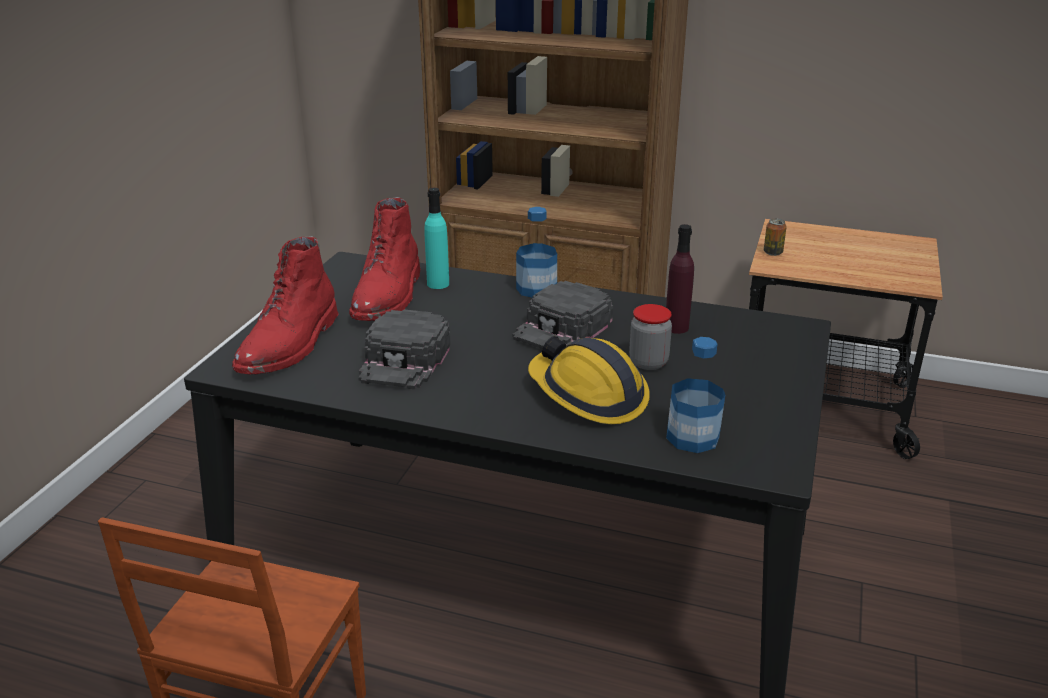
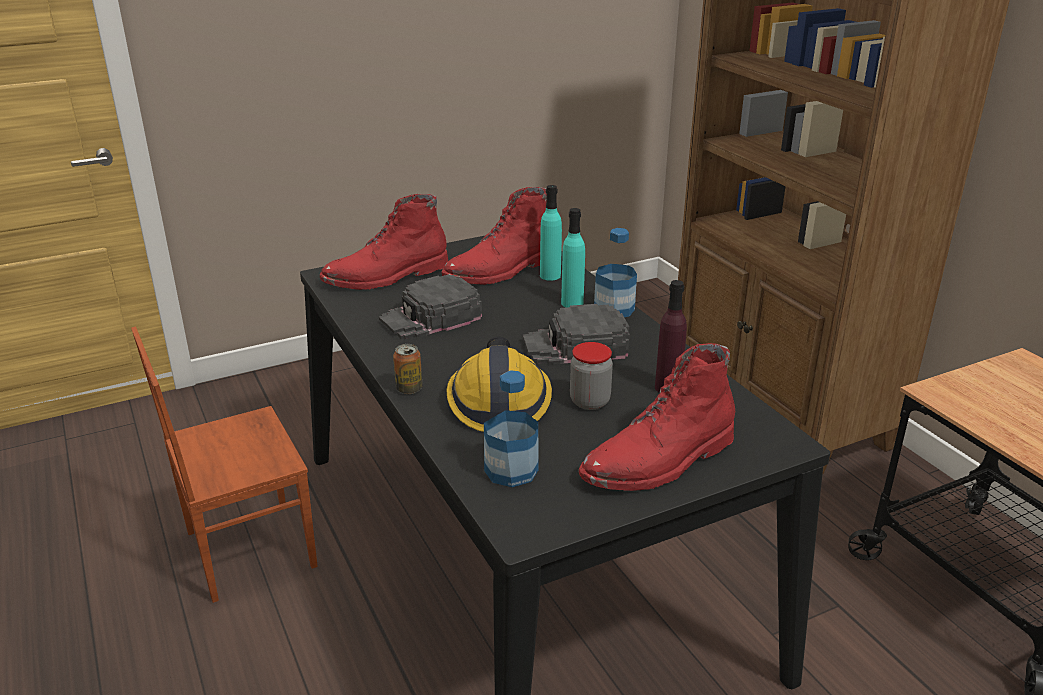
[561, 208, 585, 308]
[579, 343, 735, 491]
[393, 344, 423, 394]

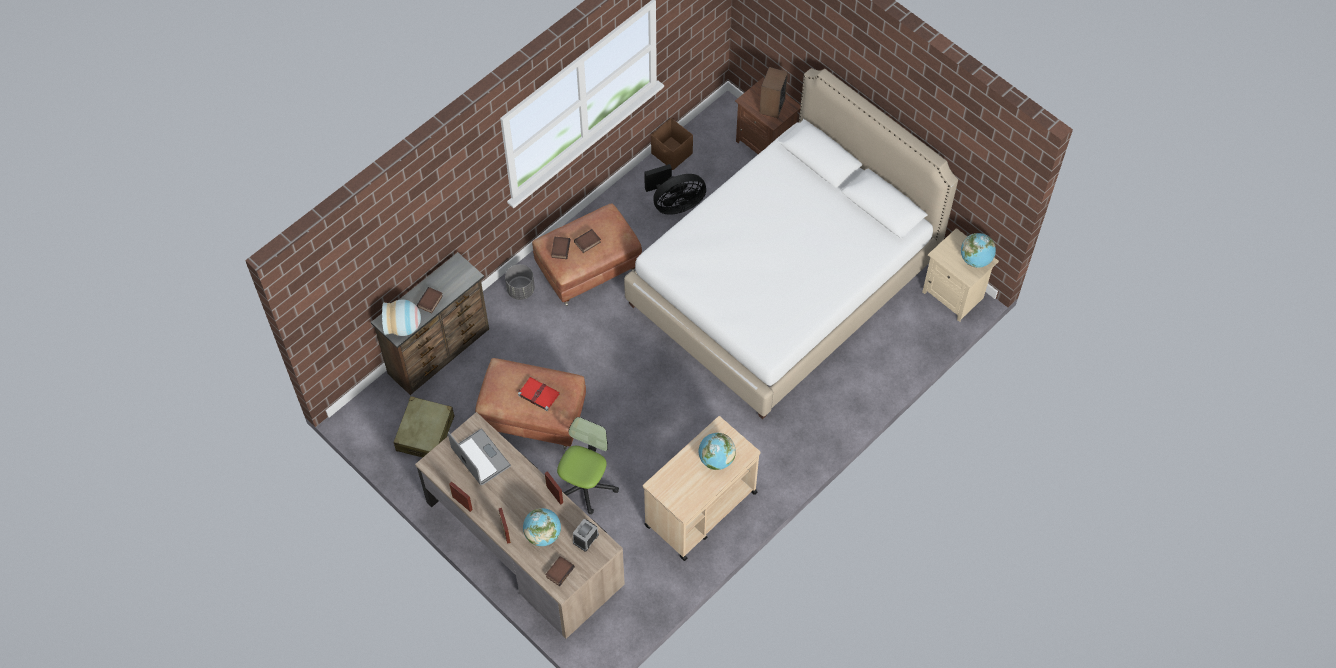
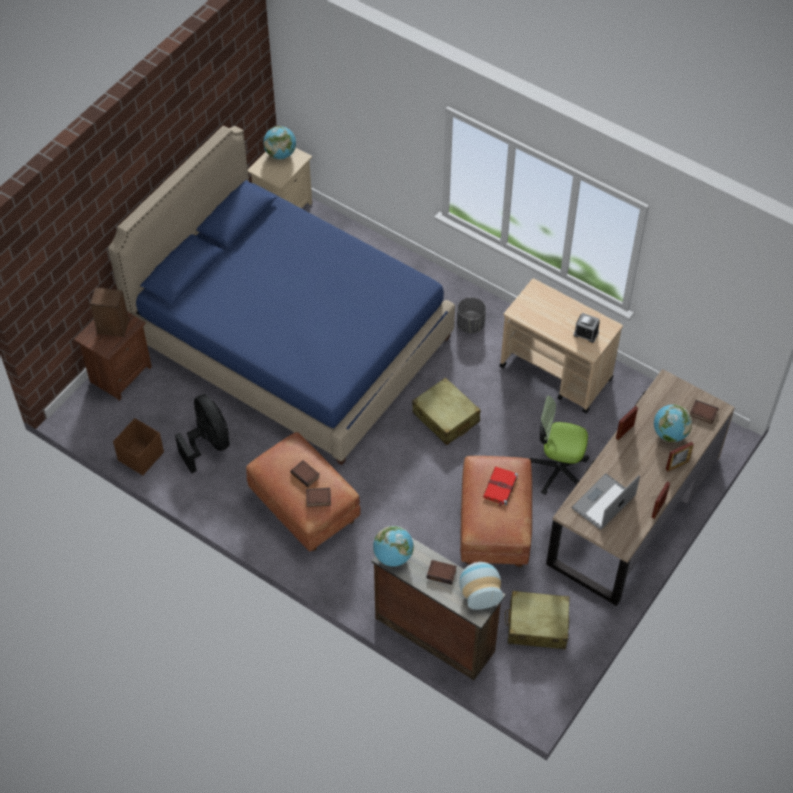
[412, 377, 480, 445]
[457, 297, 486, 333]
[573, 313, 600, 343]
[373, 526, 414, 567]
[108, 126, 455, 465]

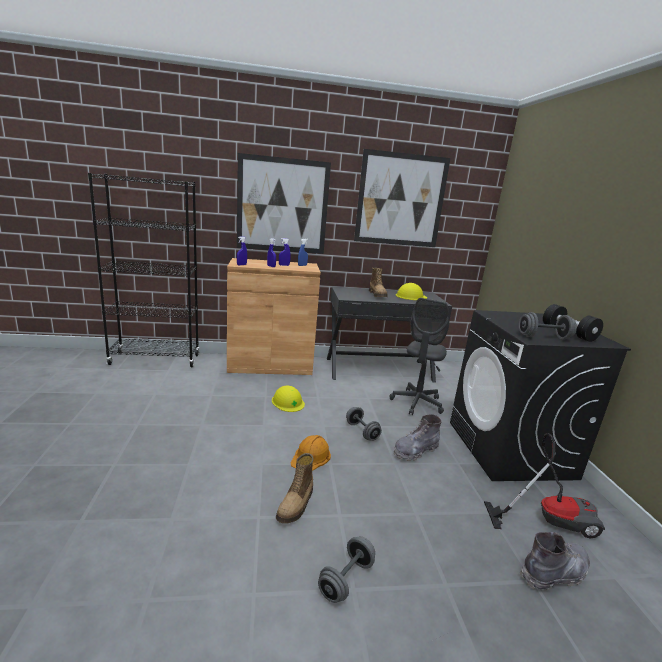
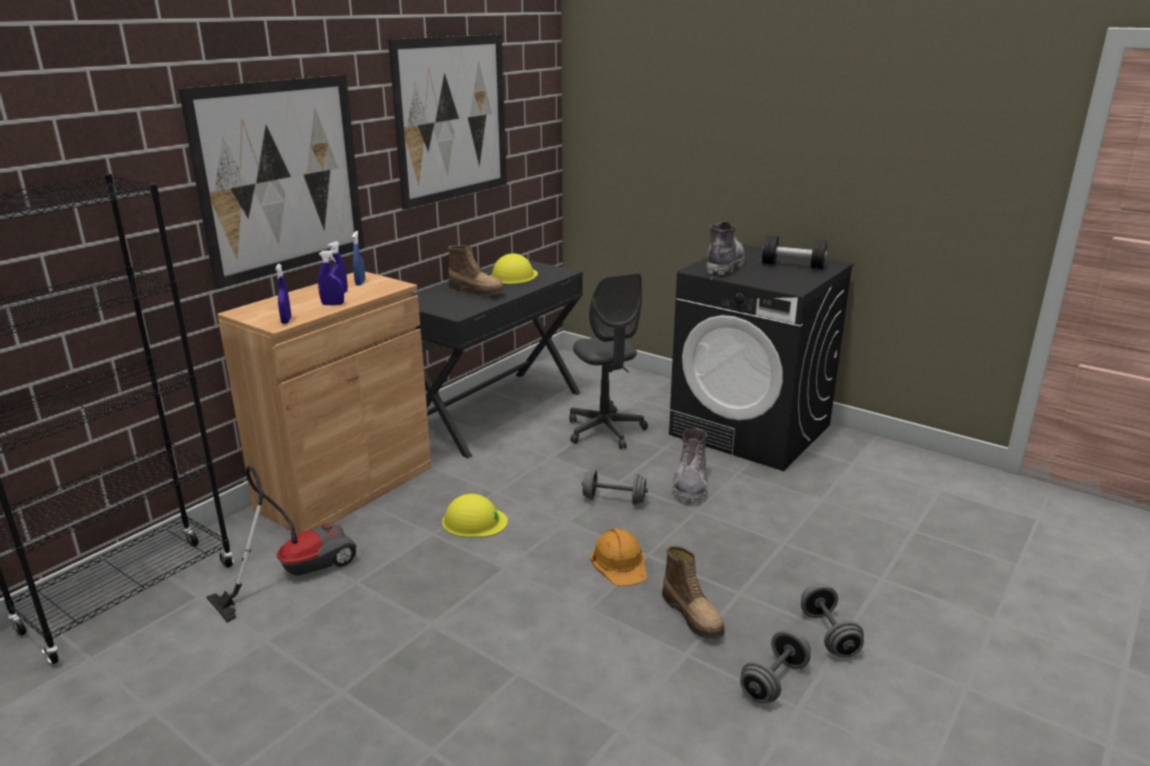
[207, 466, 357, 623]
[740, 629, 810, 703]
[706, 221, 744, 275]

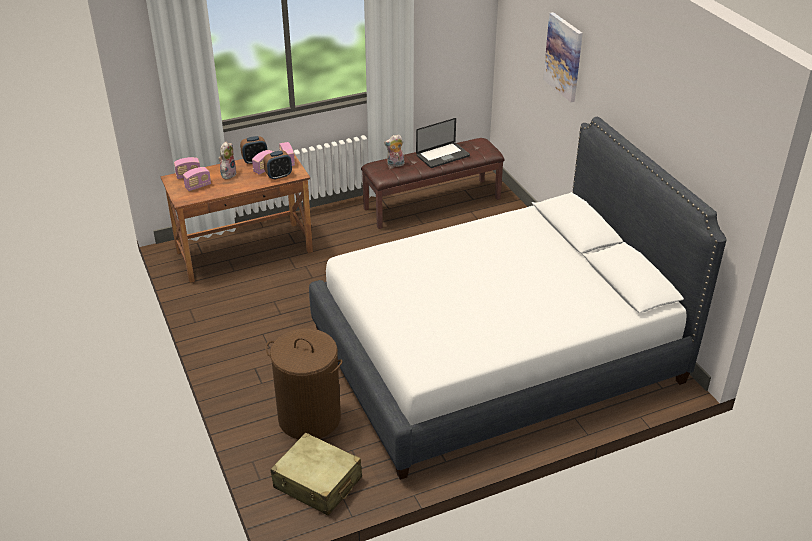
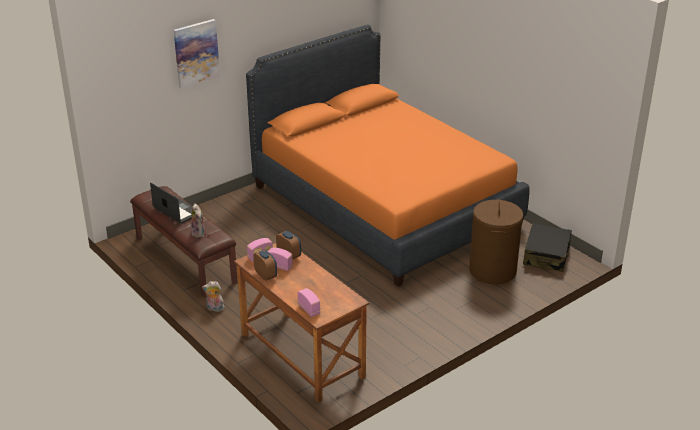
[183, 167, 211, 191] (first image)
[202, 281, 224, 312]
[523, 223, 572, 272]
[246, 25, 530, 287]

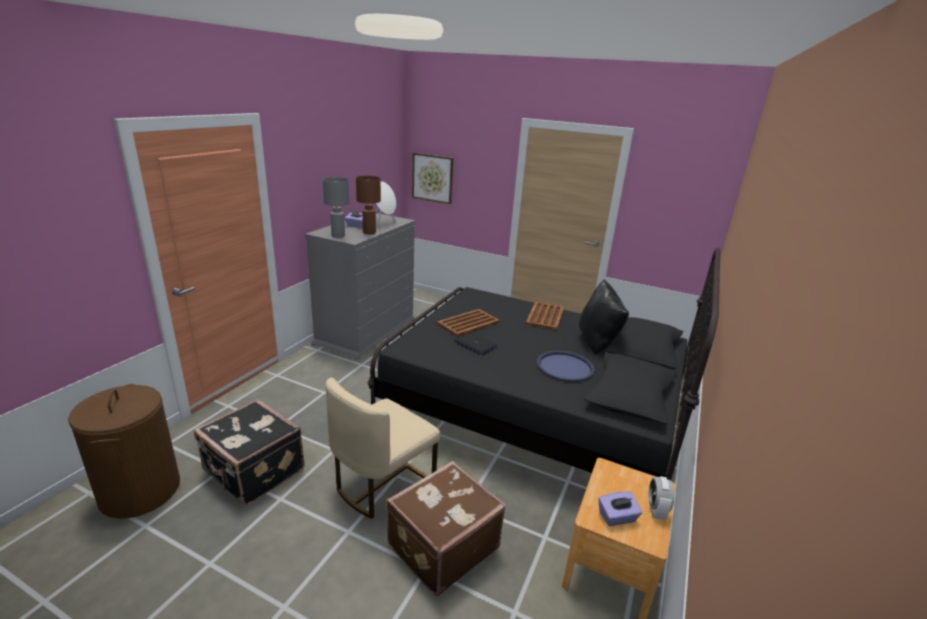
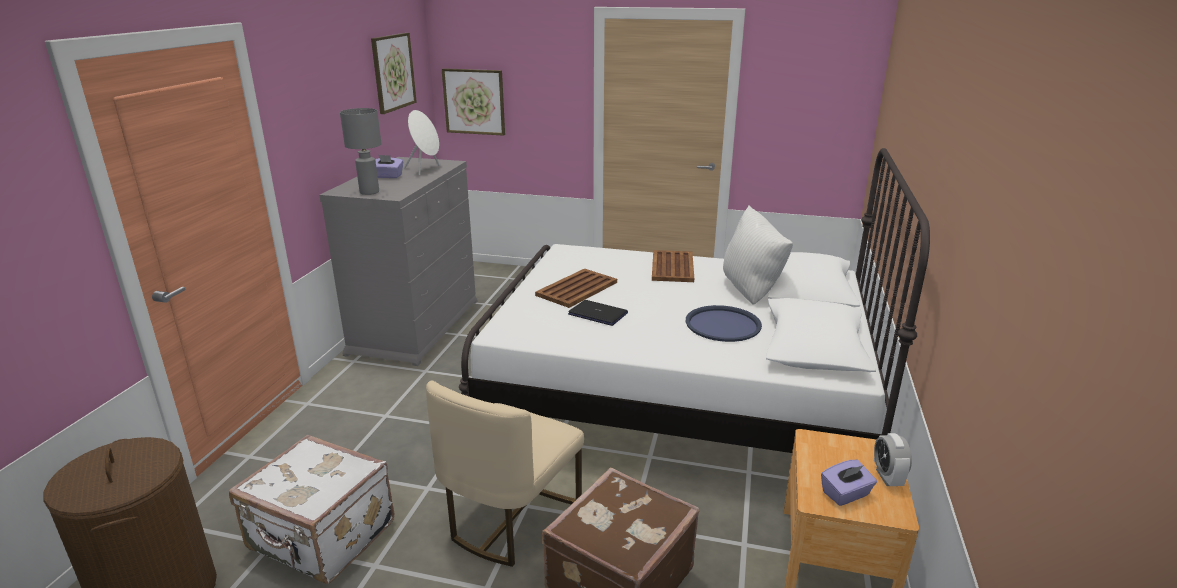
[356, 176, 381, 234] (first image)
[371, 33, 417, 114]
[229, 435, 394, 584]
[459, 148, 930, 453]
[723, 206, 793, 305]

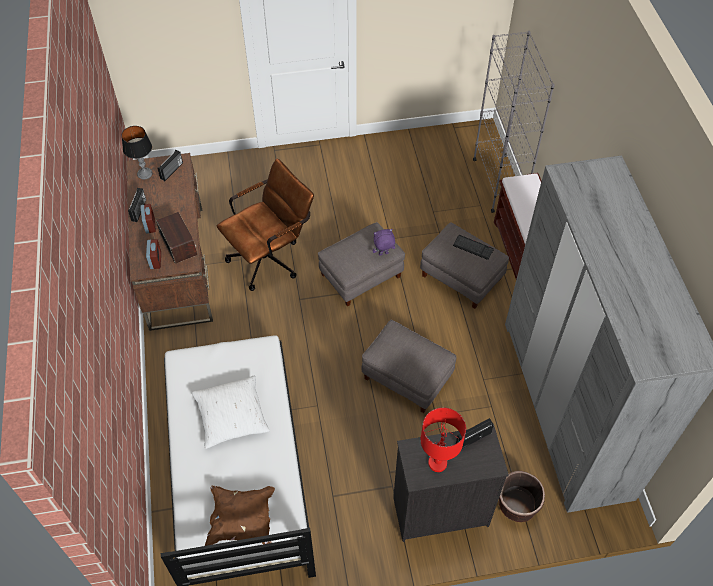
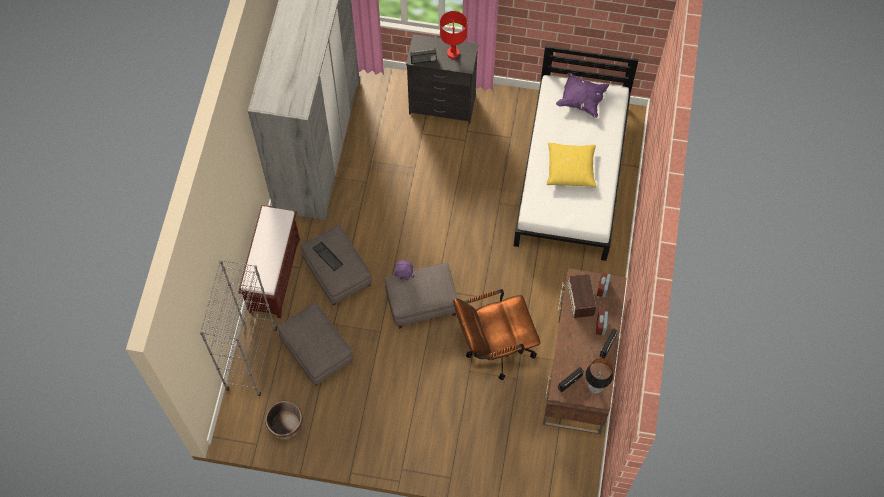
[278, 302, 353, 385]
[265, 401, 303, 440]
[547, 143, 596, 187]
[556, 72, 610, 118]

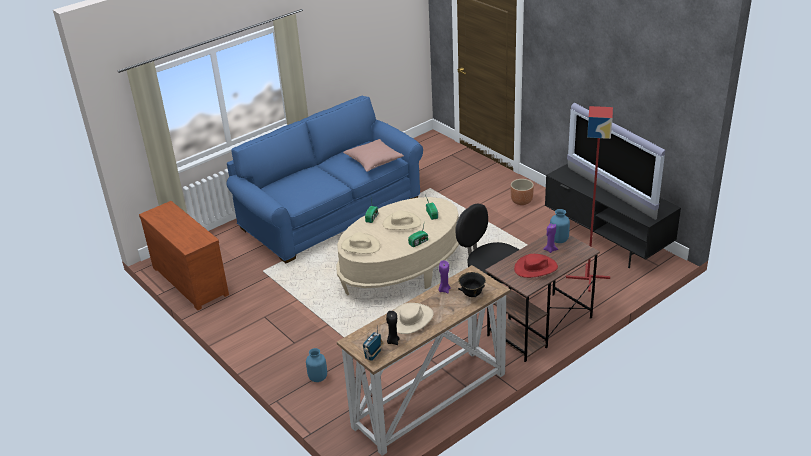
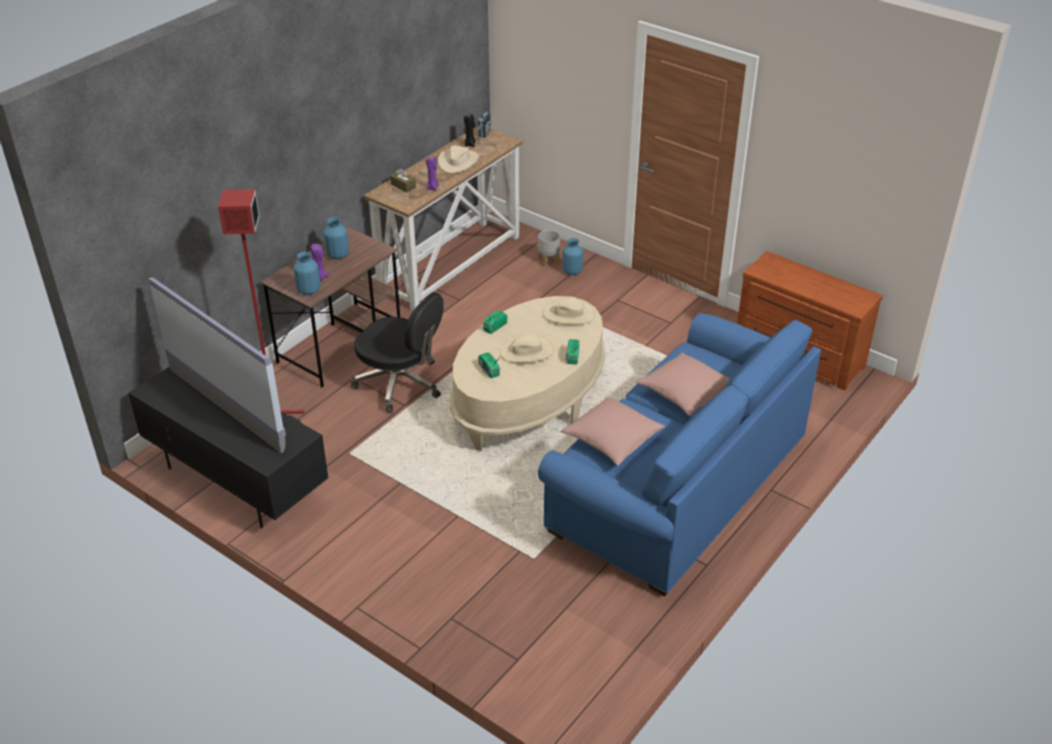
[511, 179, 534, 205] (first image)
[538, 230, 560, 267]
[636, 353, 730, 416]
[390, 168, 416, 193]
[324, 217, 349, 259]

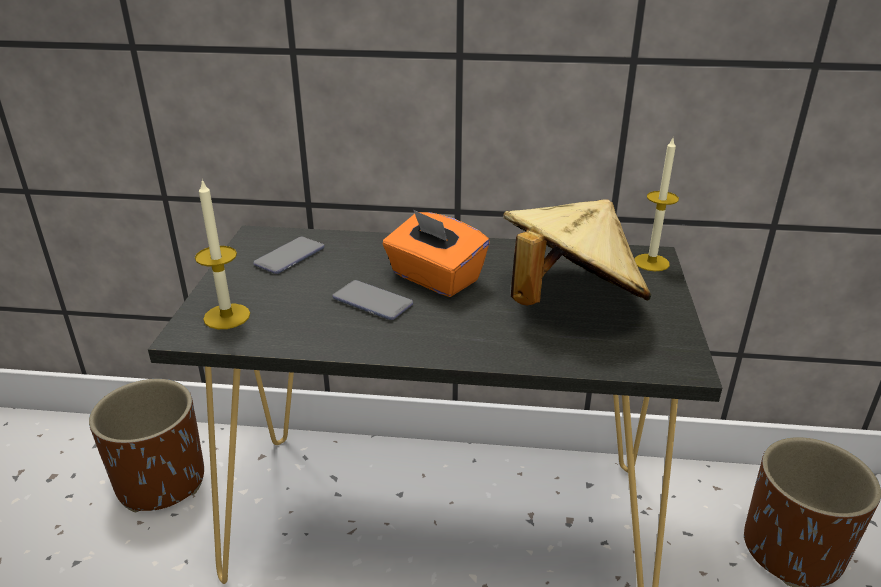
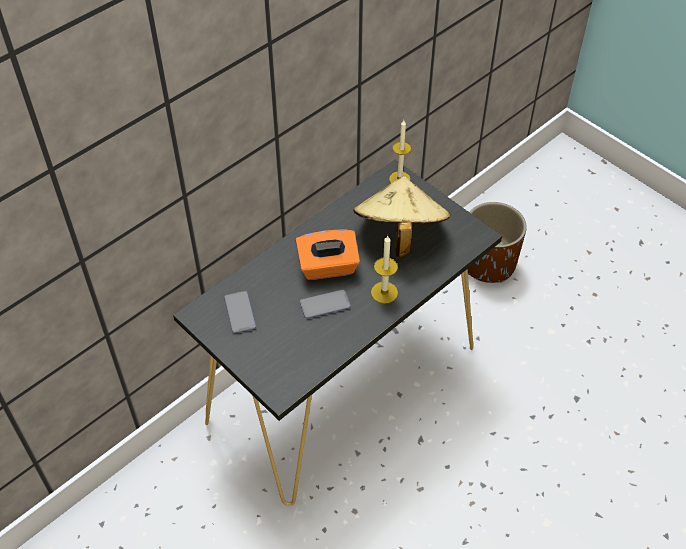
[89, 379, 204, 512] (first image)
[371, 235, 398, 304]

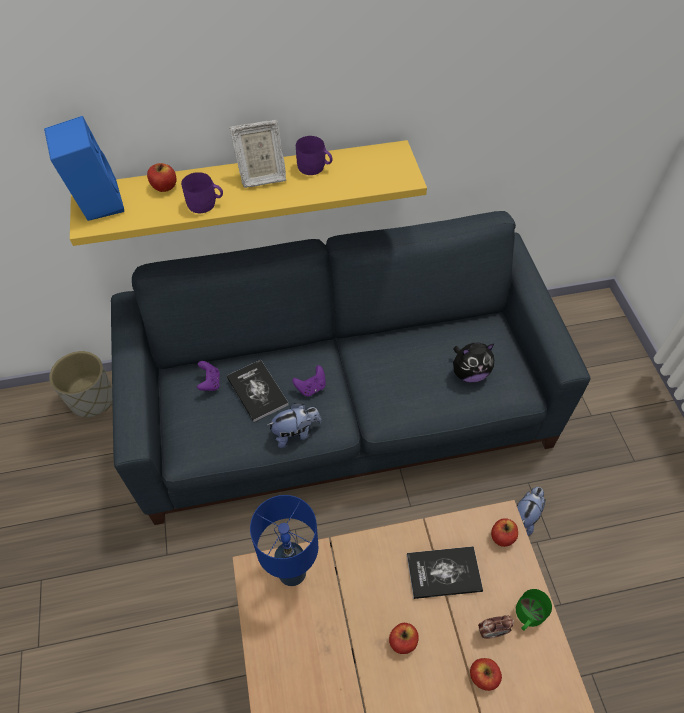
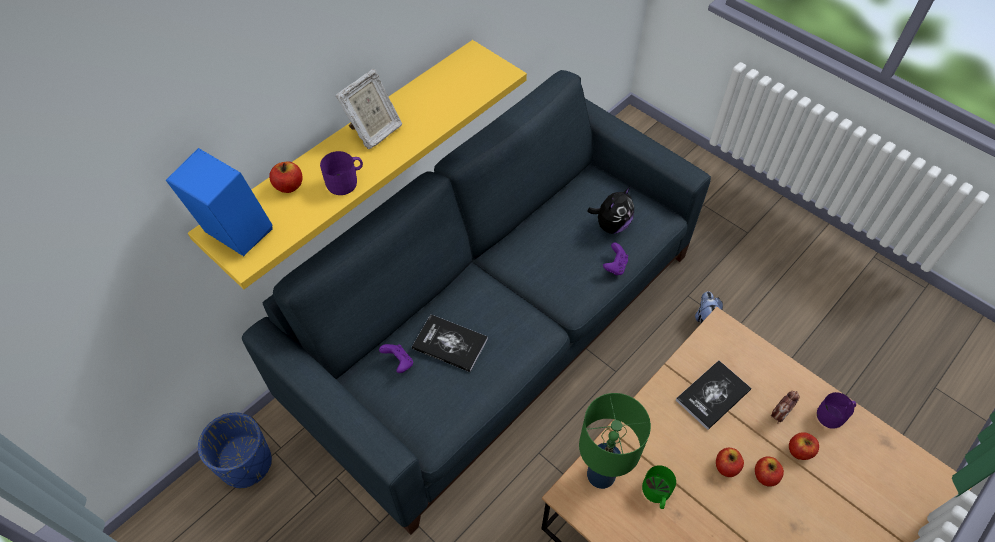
[267, 403, 321, 448] (first image)
[603, 242, 628, 276]
[817, 392, 856, 429]
[755, 456, 784, 487]
[642, 465, 676, 509]
[198, 412, 272, 489]
[579, 393, 651, 489]

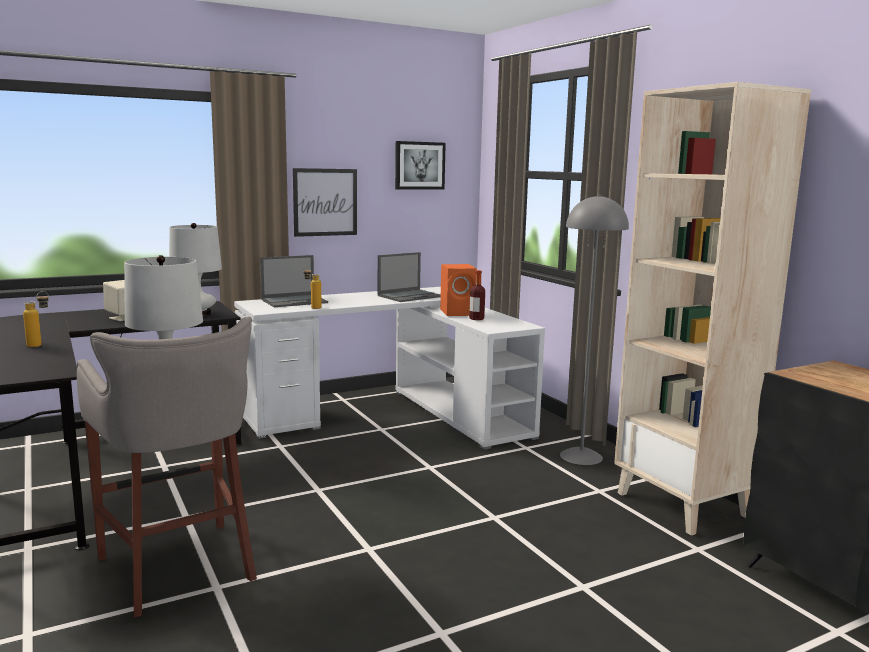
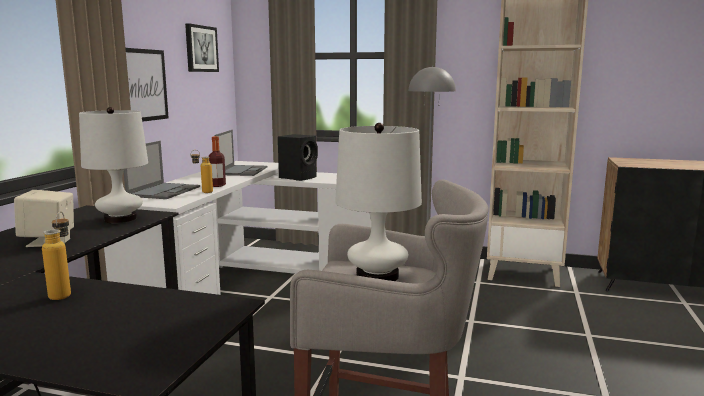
[208, 136, 226, 187]
[278, 134, 318, 181]

